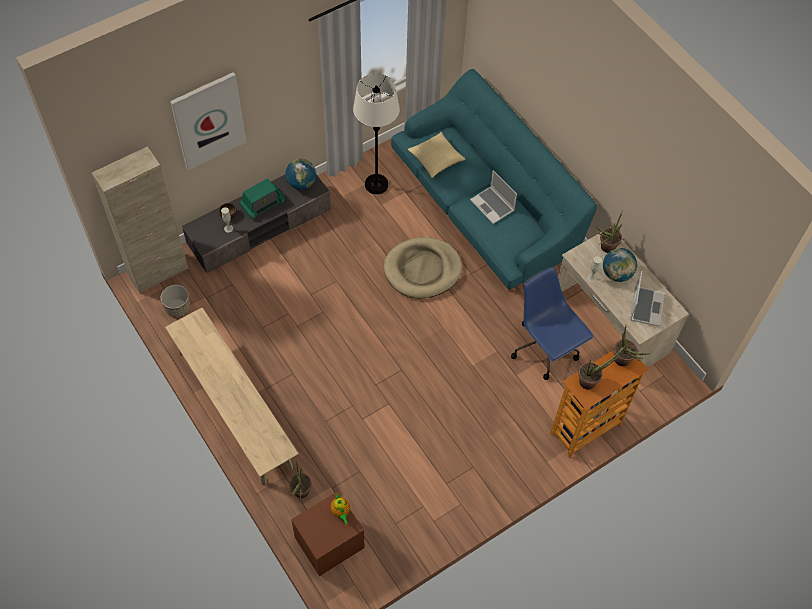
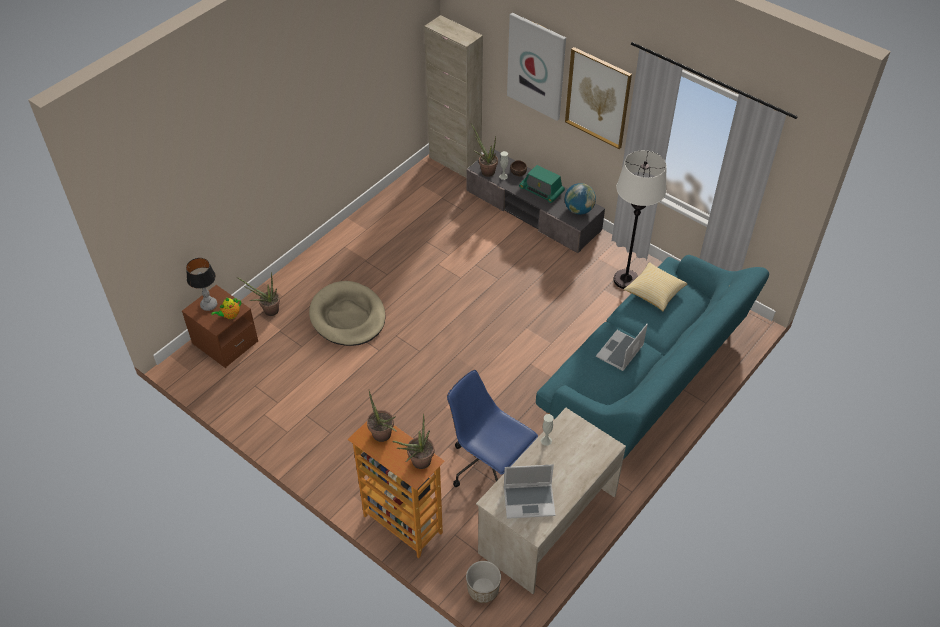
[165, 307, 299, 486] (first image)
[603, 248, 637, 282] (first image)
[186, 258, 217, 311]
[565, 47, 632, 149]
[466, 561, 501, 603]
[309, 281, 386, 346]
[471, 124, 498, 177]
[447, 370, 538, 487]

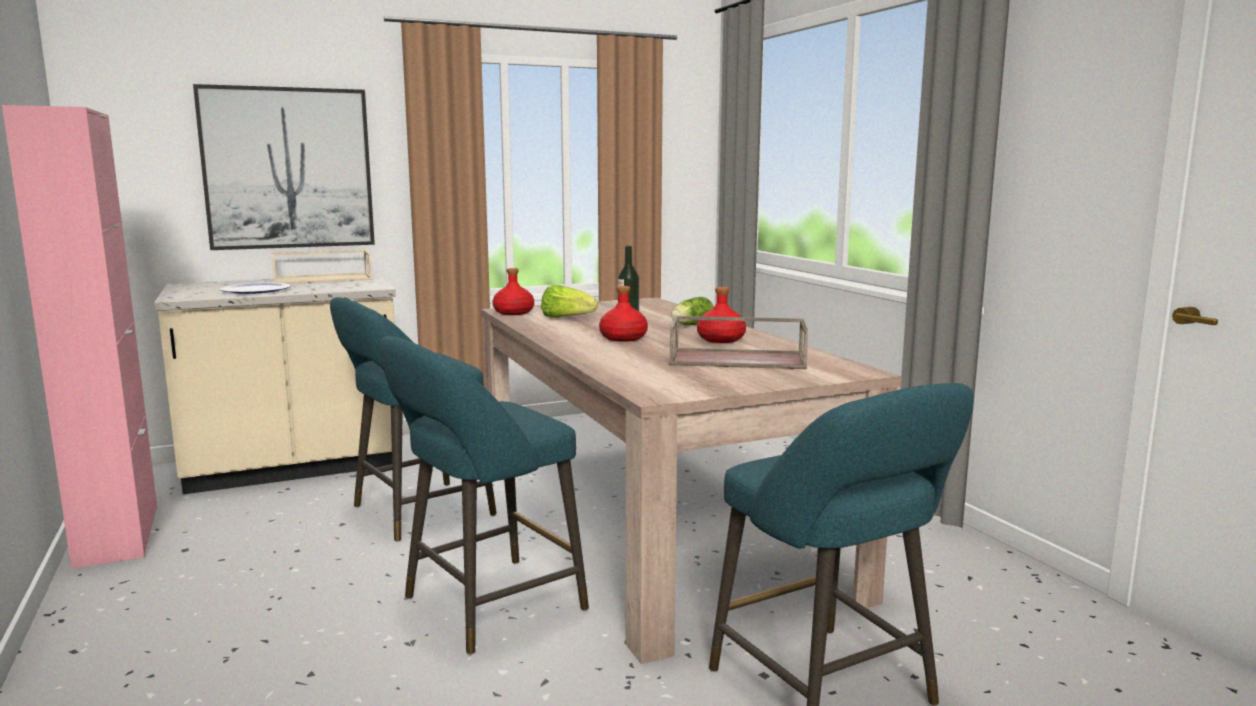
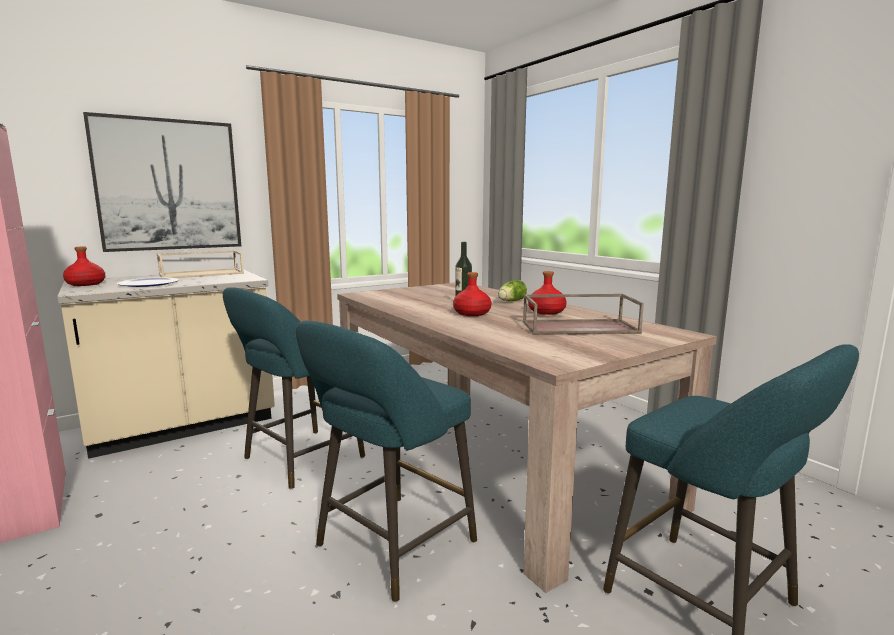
[541, 285, 598, 318] (first image)
[63, 247, 106, 286]

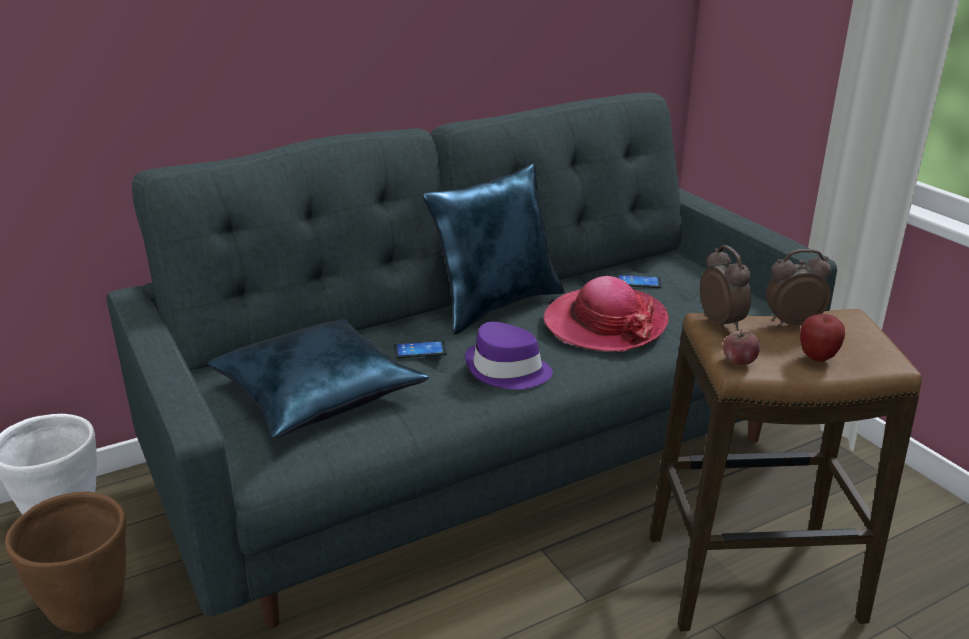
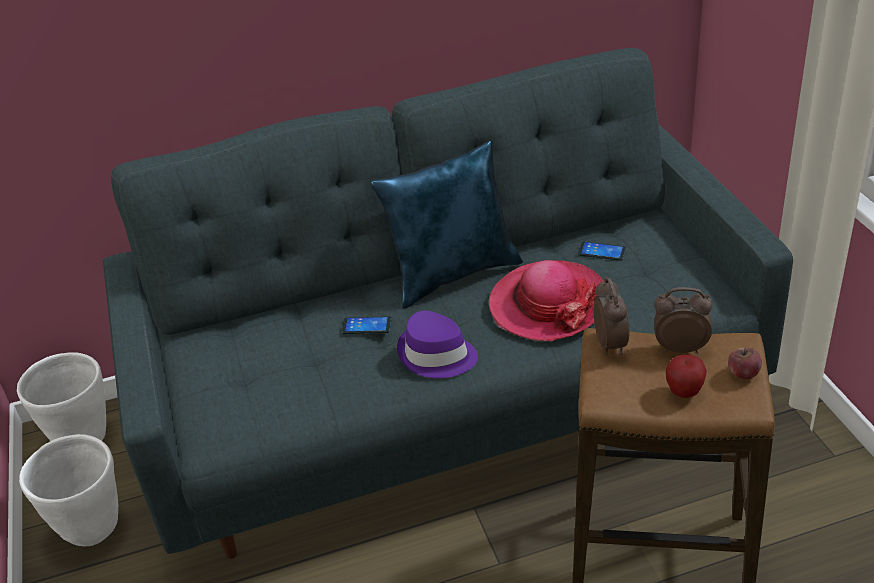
[208, 318, 429, 438] (first image)
[728, 347, 762, 379]
[19, 434, 118, 546]

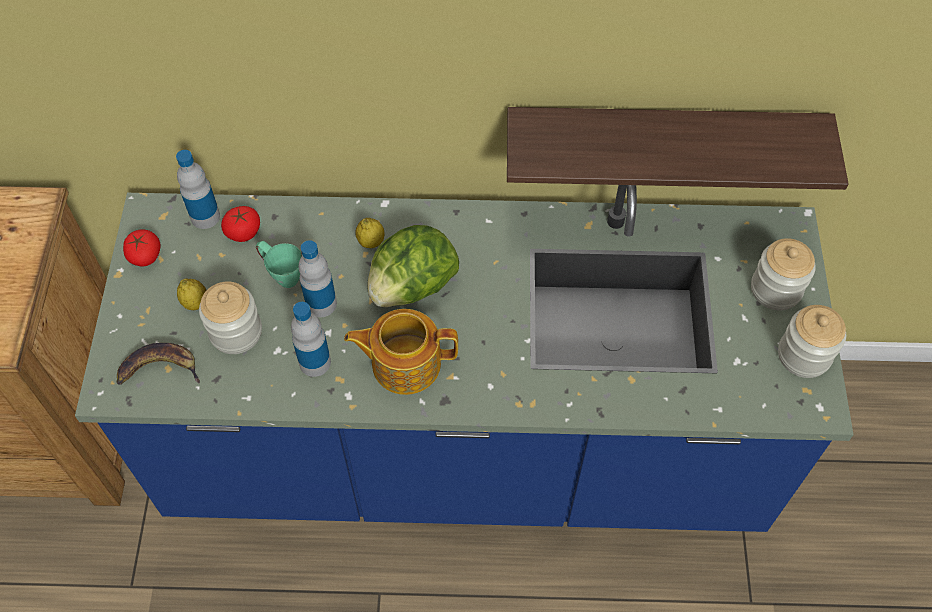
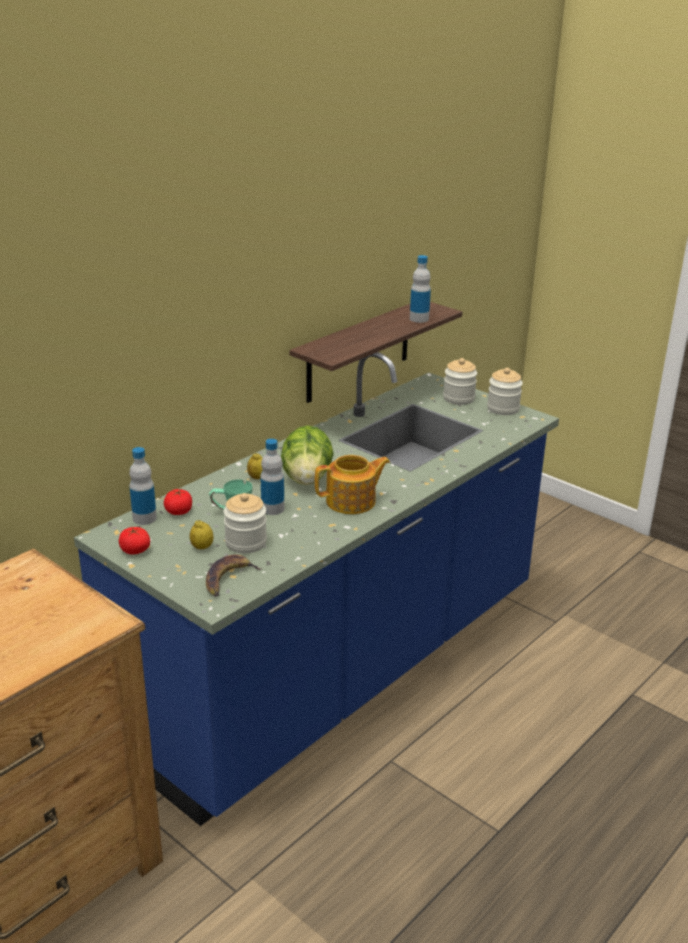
[410, 255, 431, 323]
[315, 455, 390, 514]

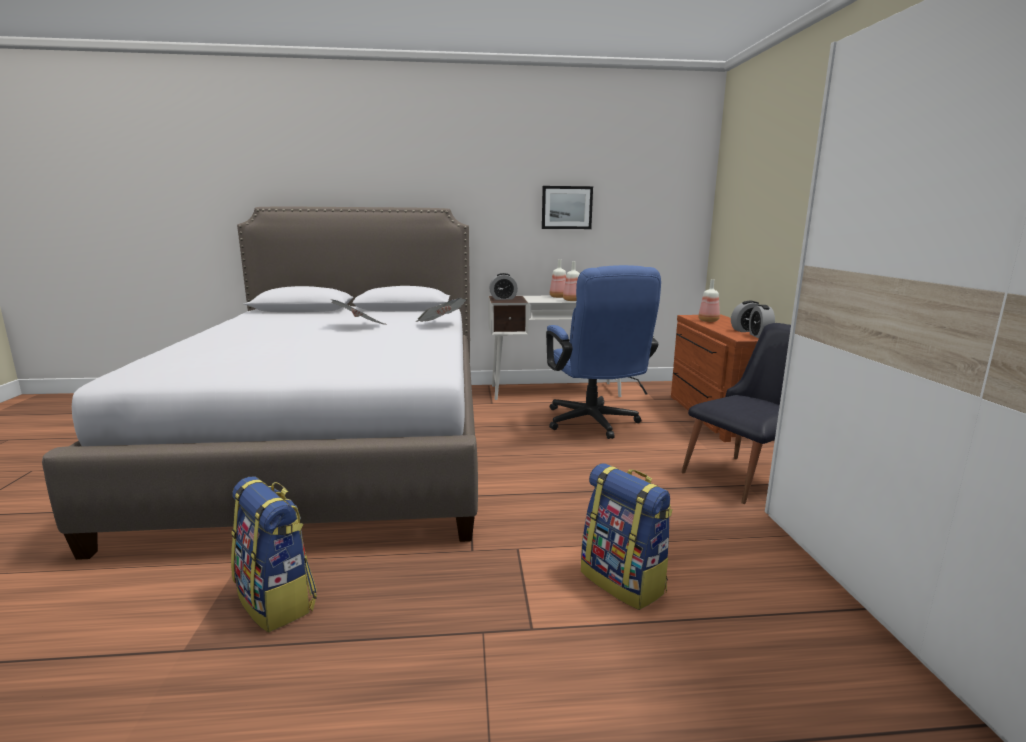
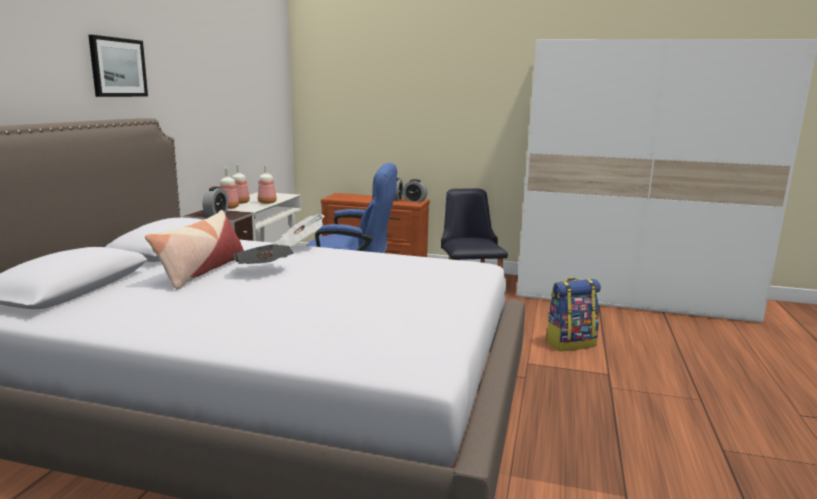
[231, 476, 317, 633] (first image)
[145, 210, 244, 289]
[88, 35, 148, 97]
[220, 168, 239, 209]

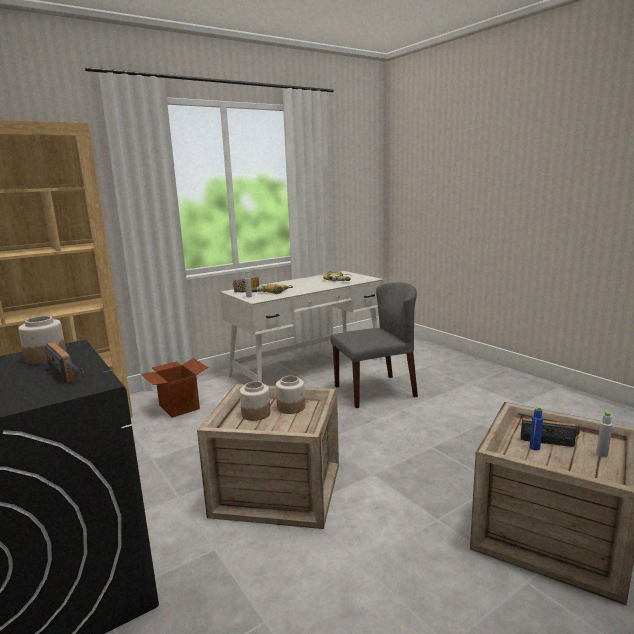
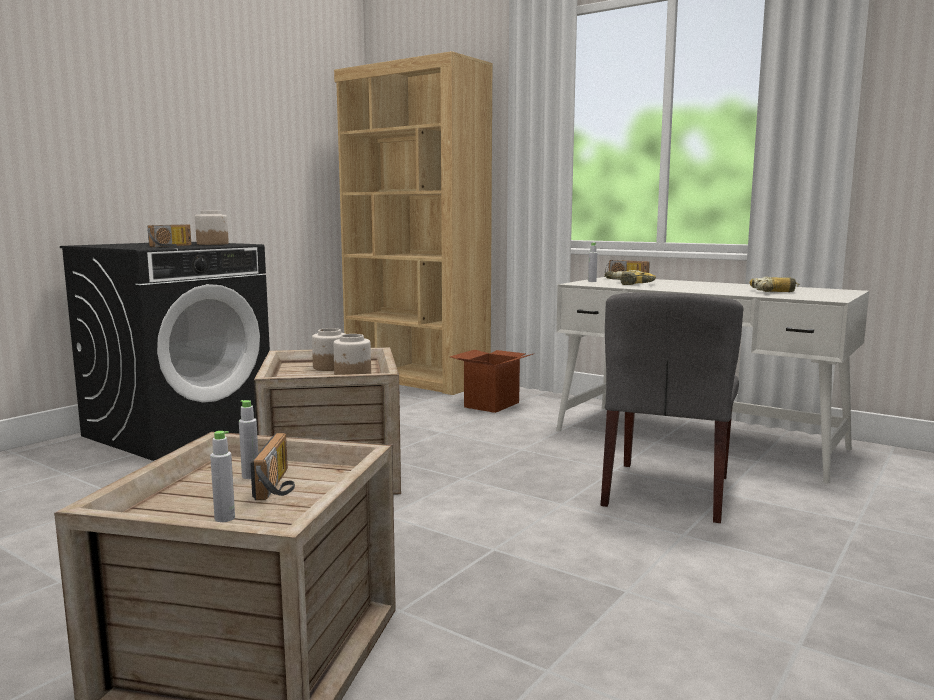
[239, 400, 258, 479]
[601, 292, 743, 523]

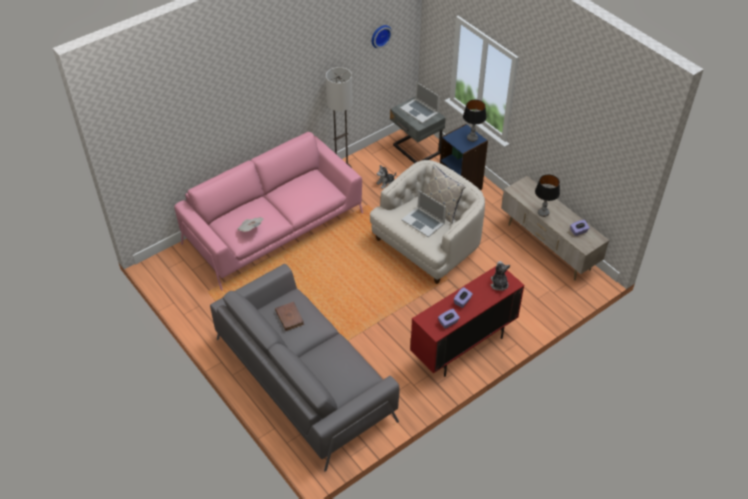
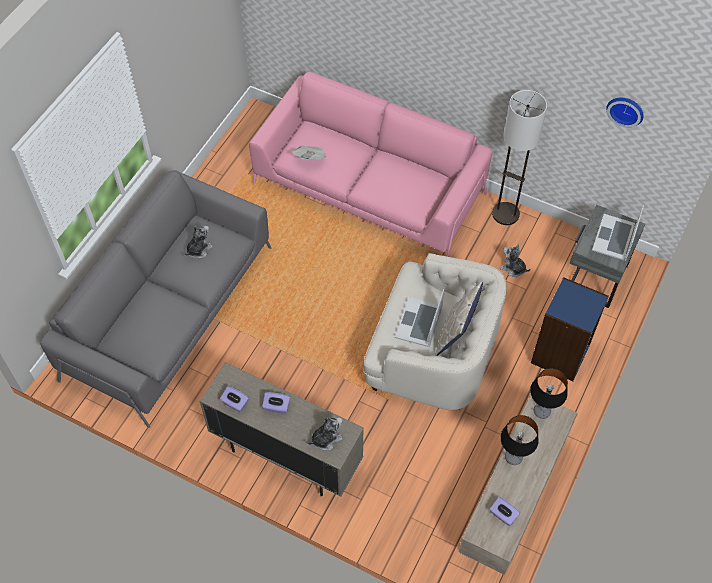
[530, 368, 568, 419]
[184, 226, 213, 259]
[199, 362, 364, 497]

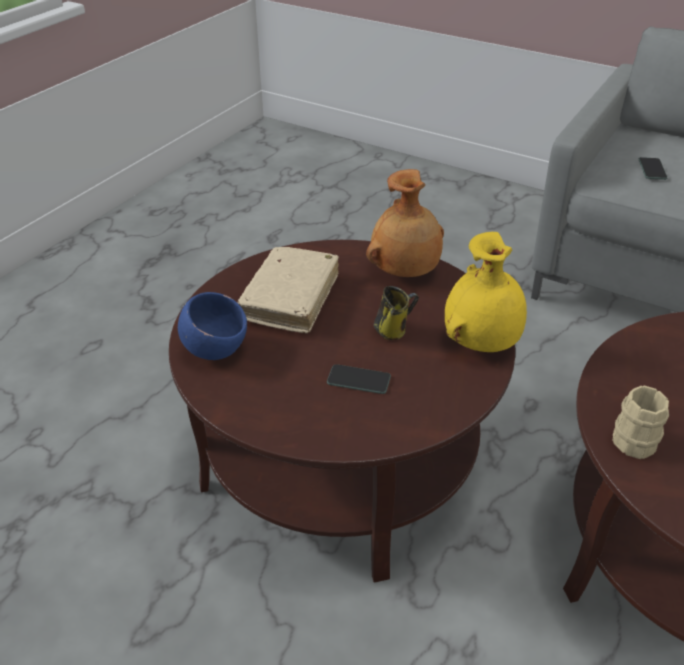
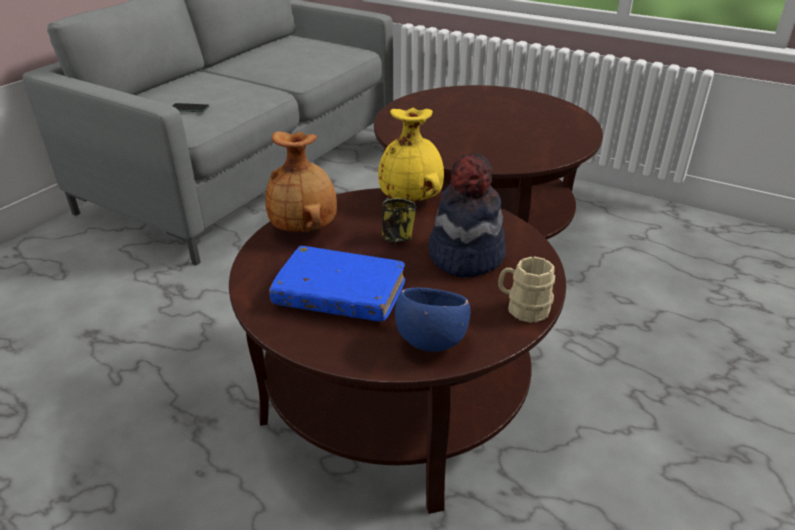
[498, 256, 555, 323]
[428, 153, 506, 277]
[269, 246, 405, 322]

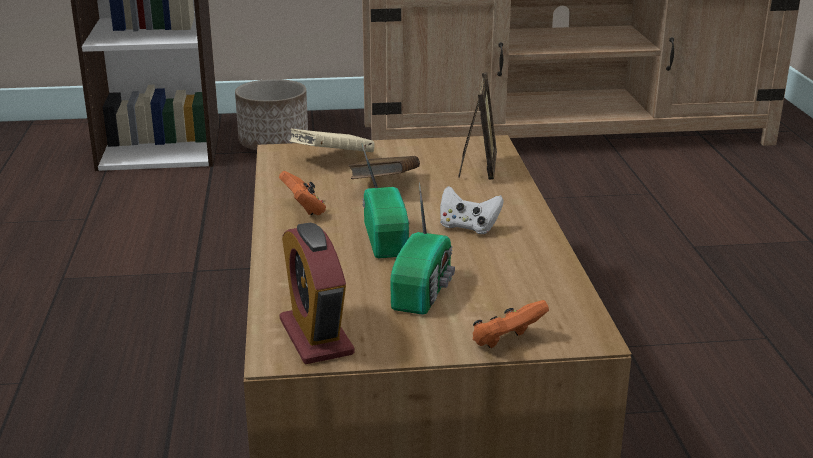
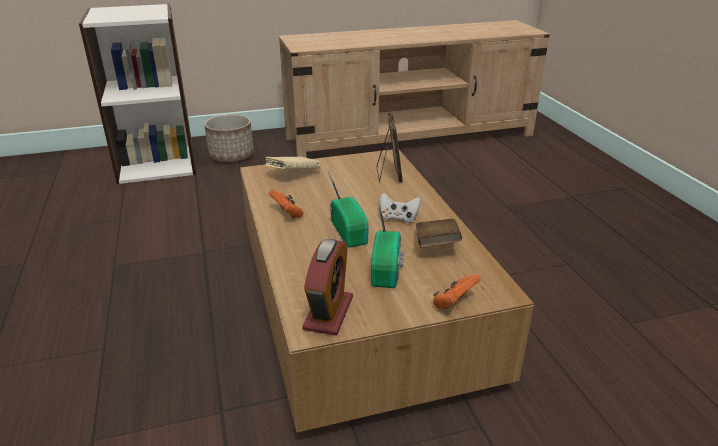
[416, 219, 462, 248]
[303, 238, 353, 335]

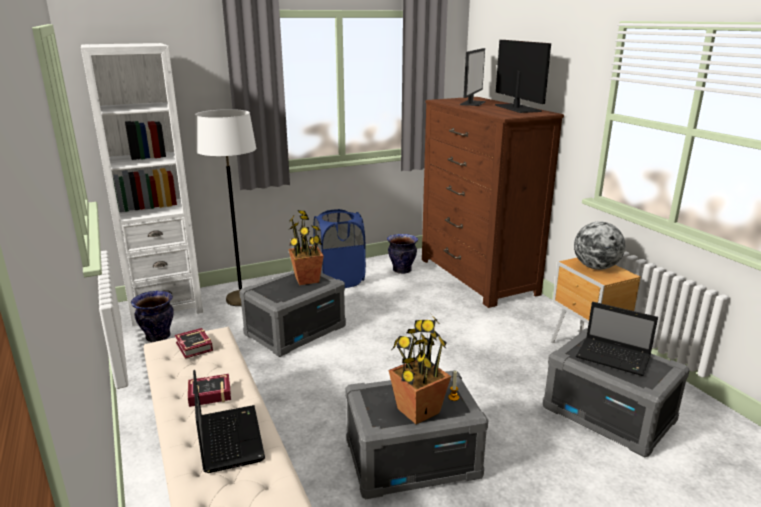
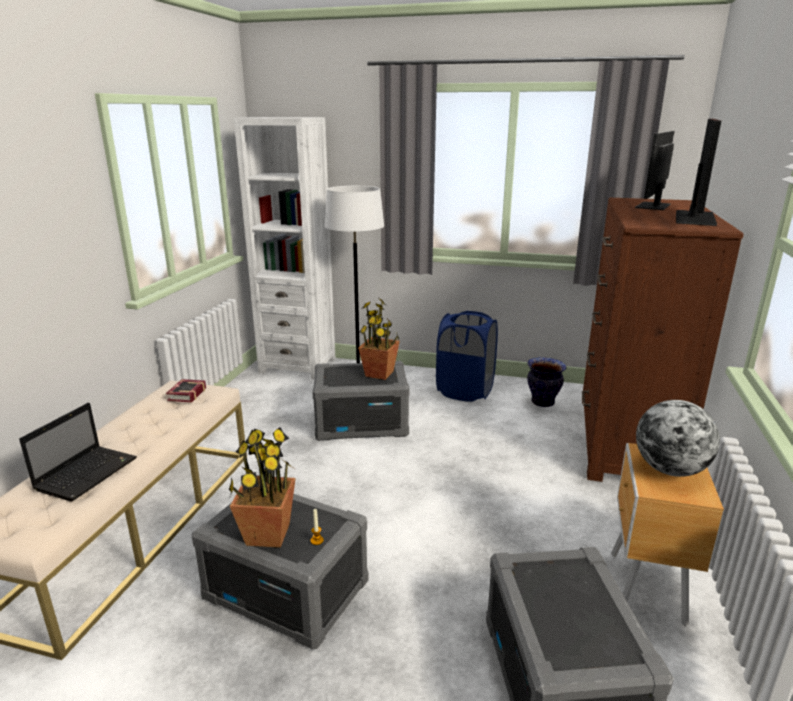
[131, 291, 174, 342] (first image)
[188, 374, 231, 407] (first image)
[576, 302, 658, 376] (first image)
[635, 131, 675, 210]

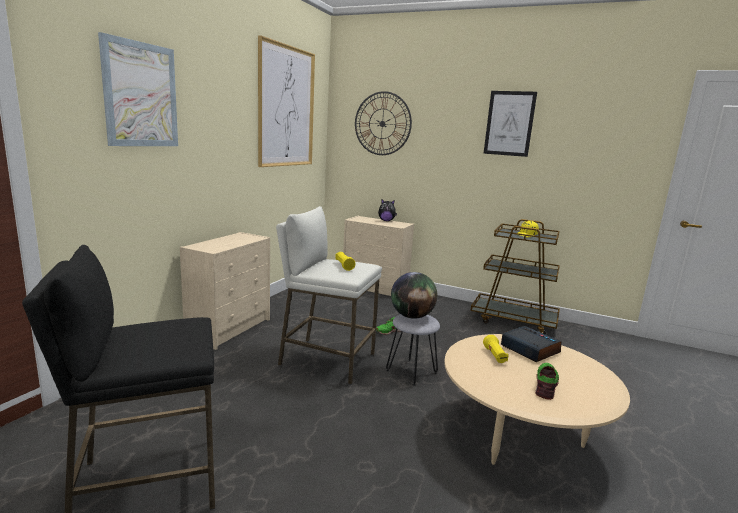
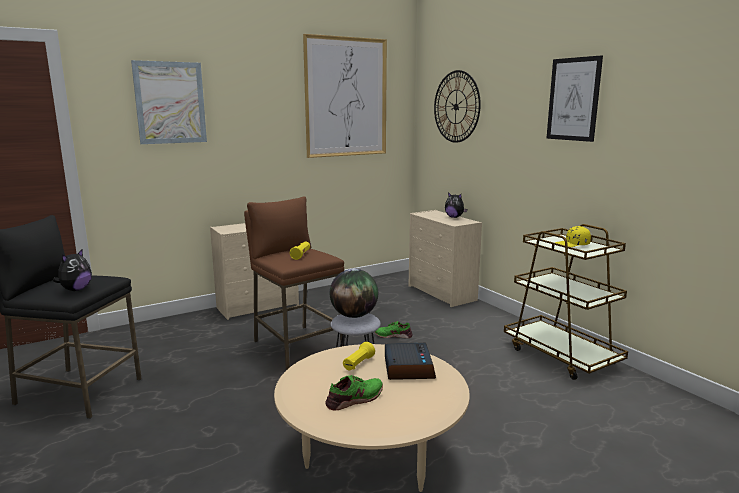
[53, 249, 92, 291]
[244, 196, 344, 370]

